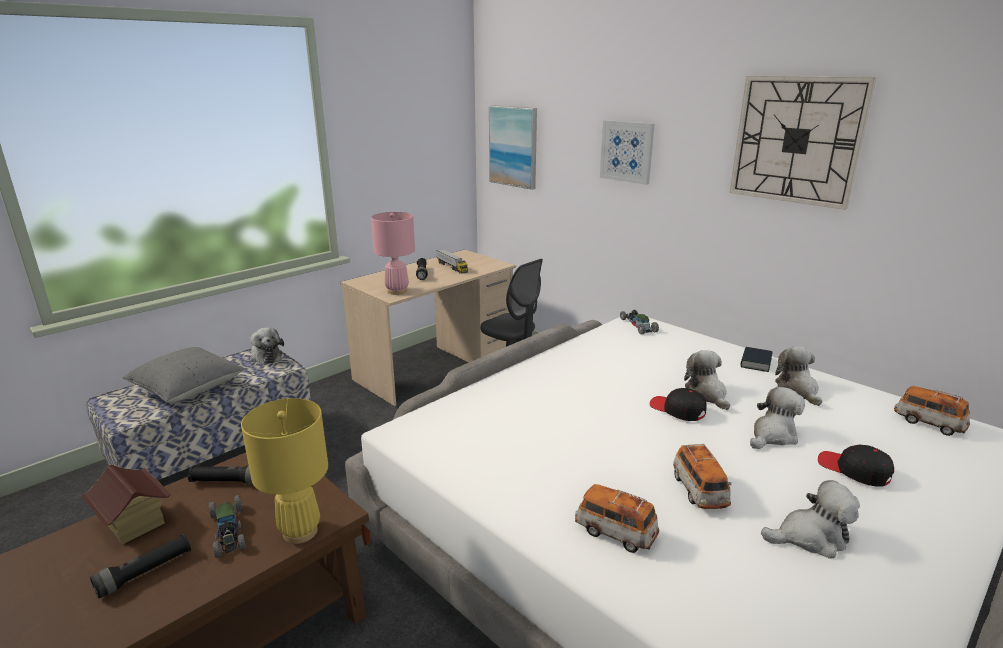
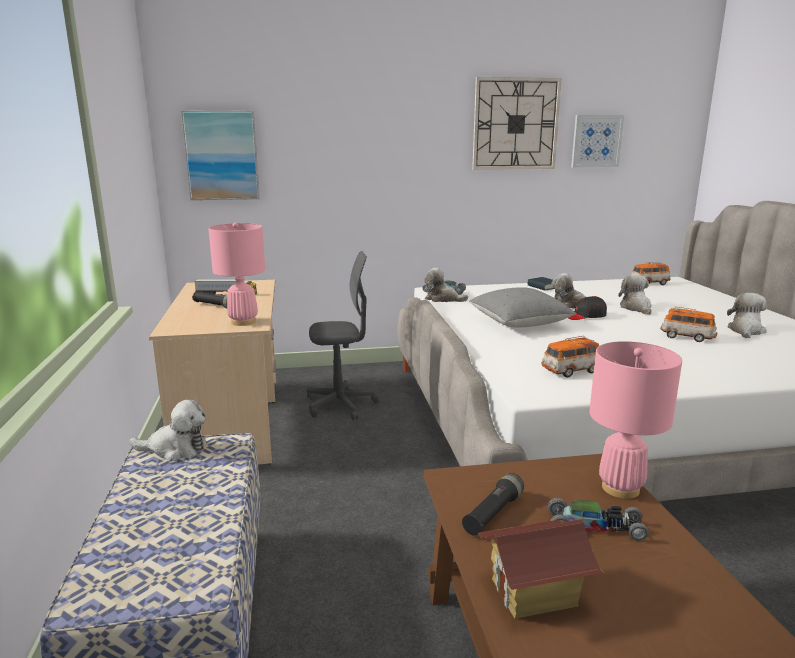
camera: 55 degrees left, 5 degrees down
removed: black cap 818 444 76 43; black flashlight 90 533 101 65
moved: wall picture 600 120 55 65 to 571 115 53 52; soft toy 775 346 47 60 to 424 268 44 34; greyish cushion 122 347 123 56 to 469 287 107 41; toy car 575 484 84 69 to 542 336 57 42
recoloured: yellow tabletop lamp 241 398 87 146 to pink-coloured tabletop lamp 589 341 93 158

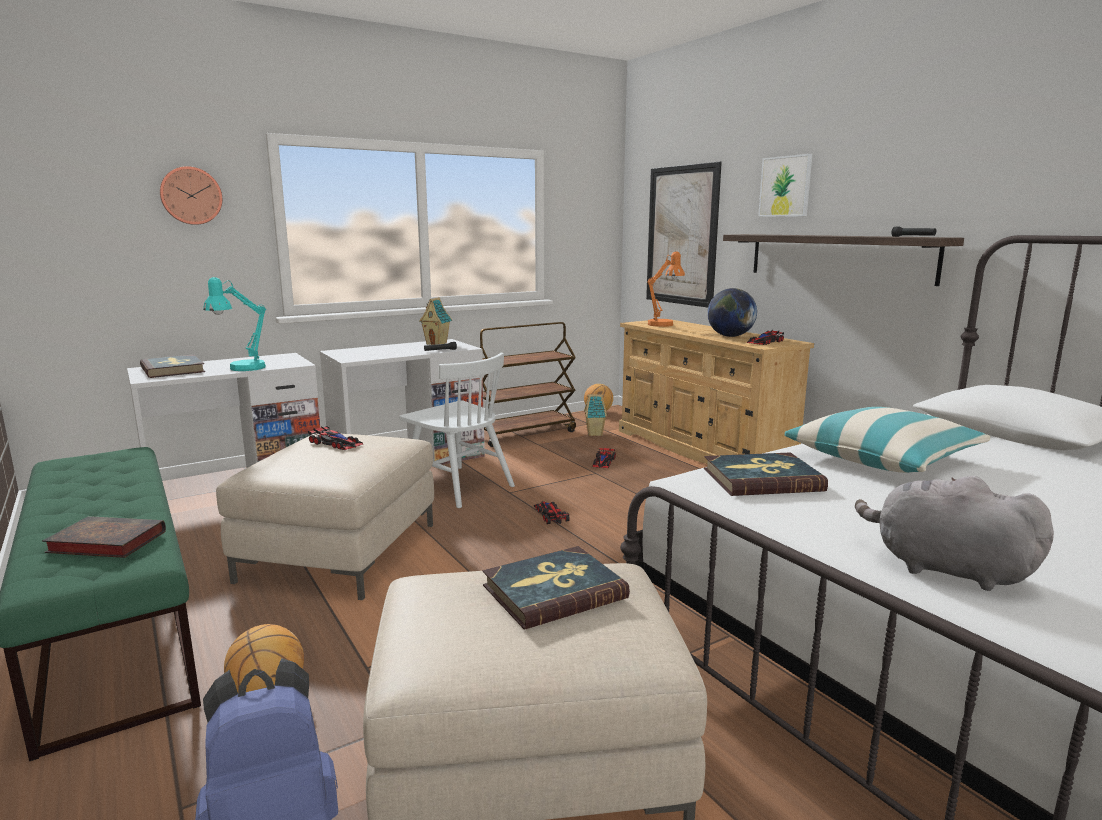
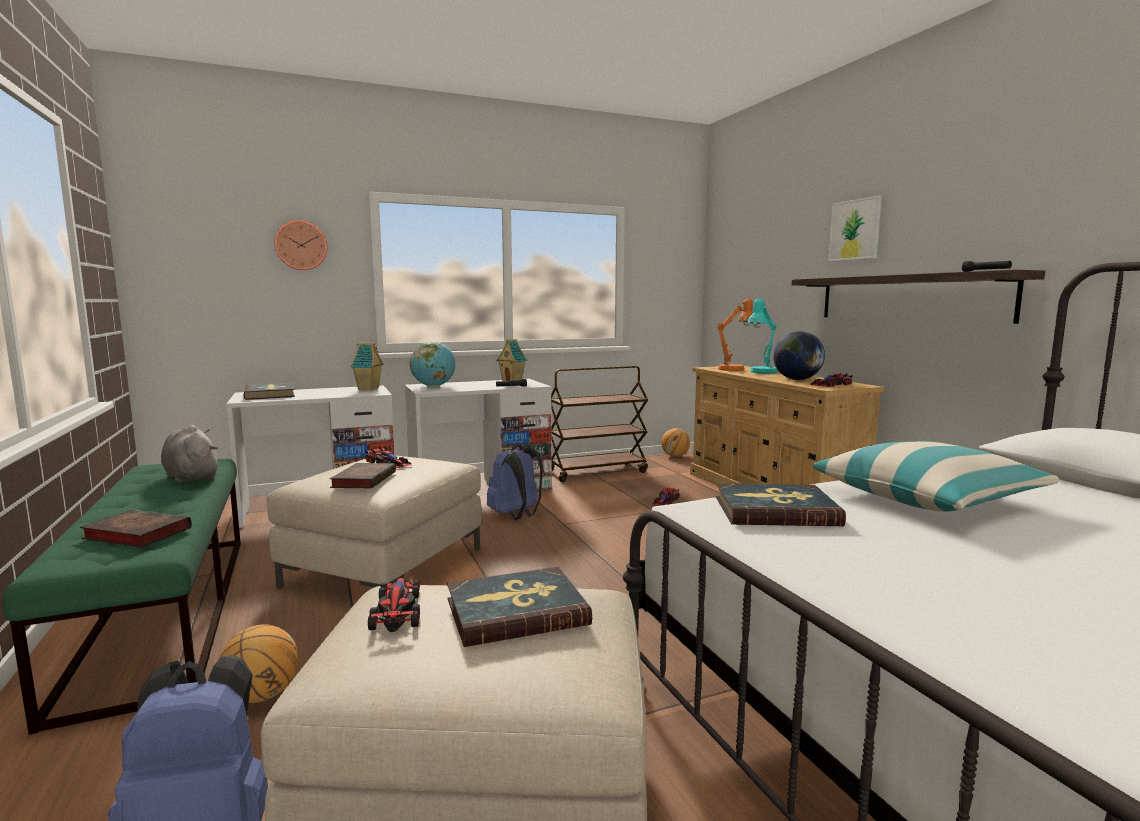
camera: 10 degrees right, 5 degrees down
removed: wall picture 646 161 76 147
added: globe 410 341 46 46; volume 329 463 67 25
moved: blue-green tabletop lamp 203 277 63 94 to 747 298 31 76; miniature house 584 394 23 42 to 351 343 33 47; greyish soft toy 855 476 199 115 to 161 425 57 58; toy car 534 501 36 23 to 368 578 52 54
replaced: white chair 399 353 116 155 to blue knapsack 487 445 56 75

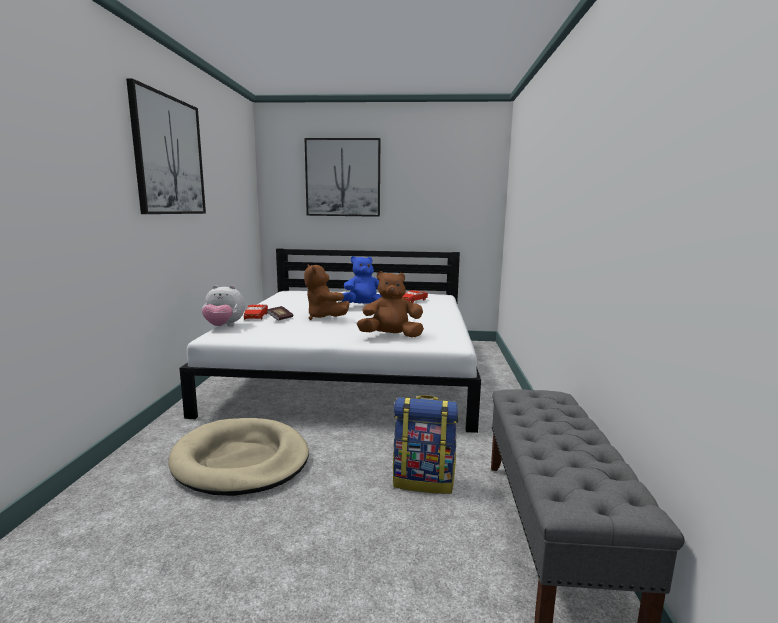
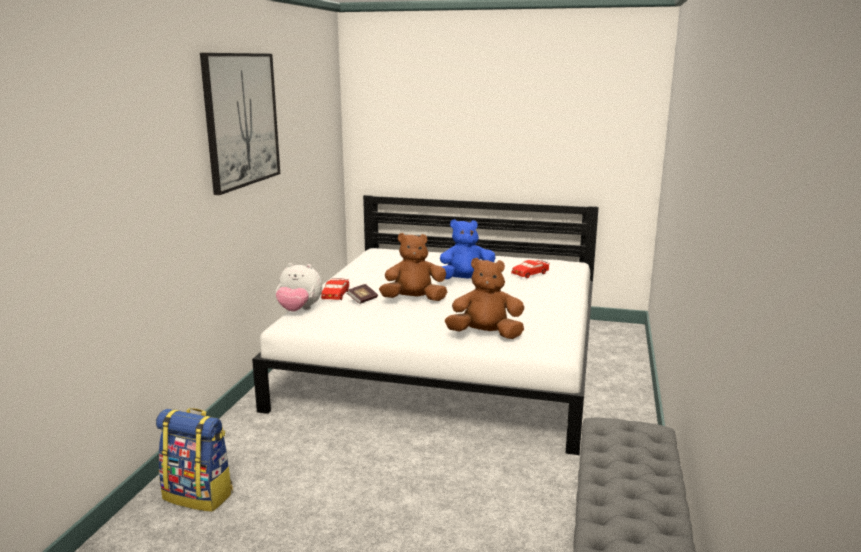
camera: 10 degrees right, 5 degrees up
removed: wall picture 304 138 76 79; beige dog bed 168 418 141 78
moved: knapsack 393 395 66 99 to 156 408 77 104
turned: brown-coloured soft toy 304 264 46 56 = 379 233 68 68 105 degrees clockwise

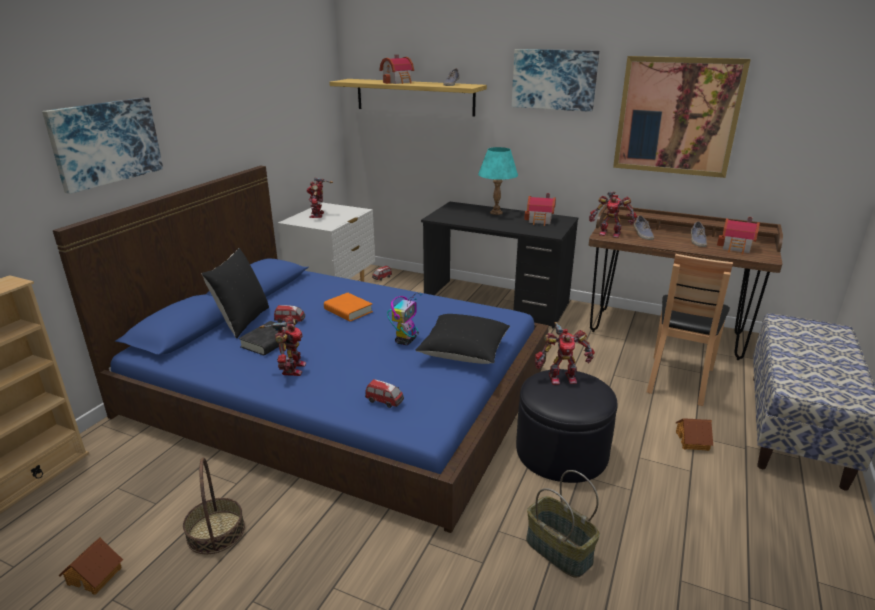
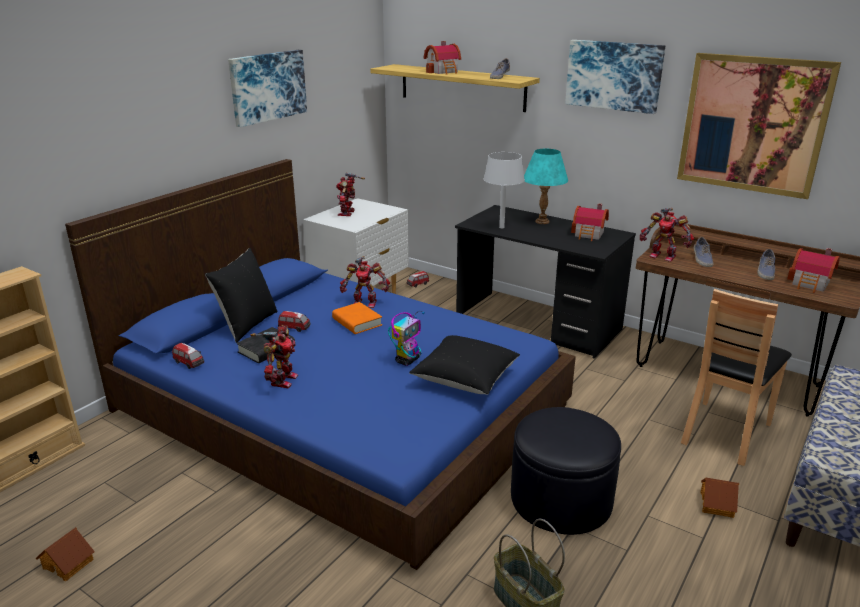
camera: 10 degrees right, 0 degrees up
removed: storage basket 183 457 62 97
added: greyish tabletop lamp 484 152 41 76
moved: wall picture 42 97 121 97 to 228 50 79 77; model robot 535 322 60 63 to 340 256 50 52; toy car 365 379 39 29 to 172 343 32 26

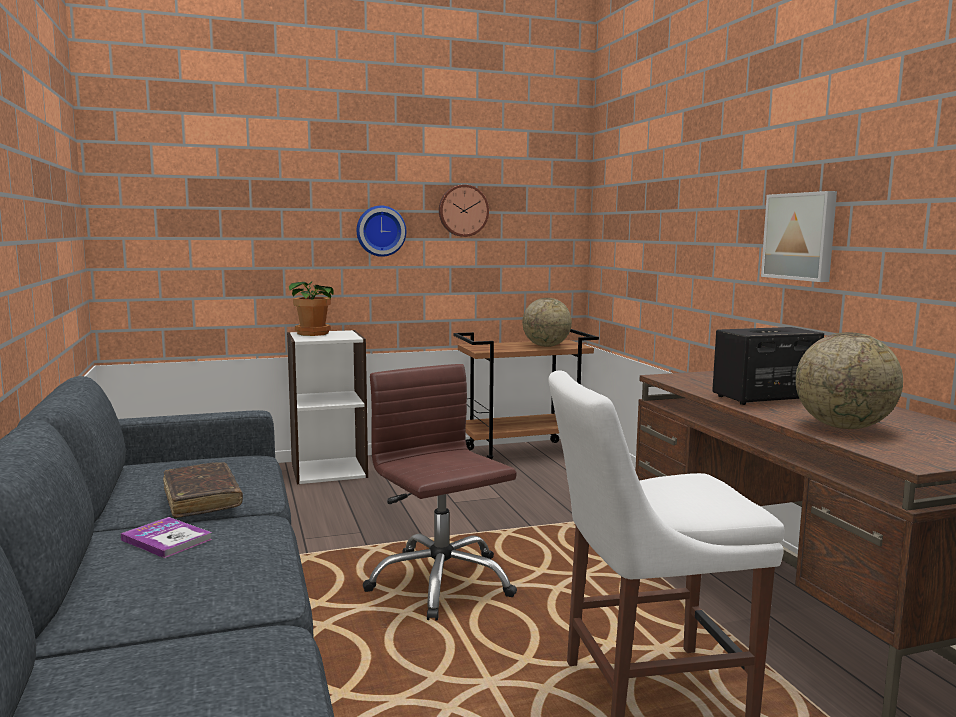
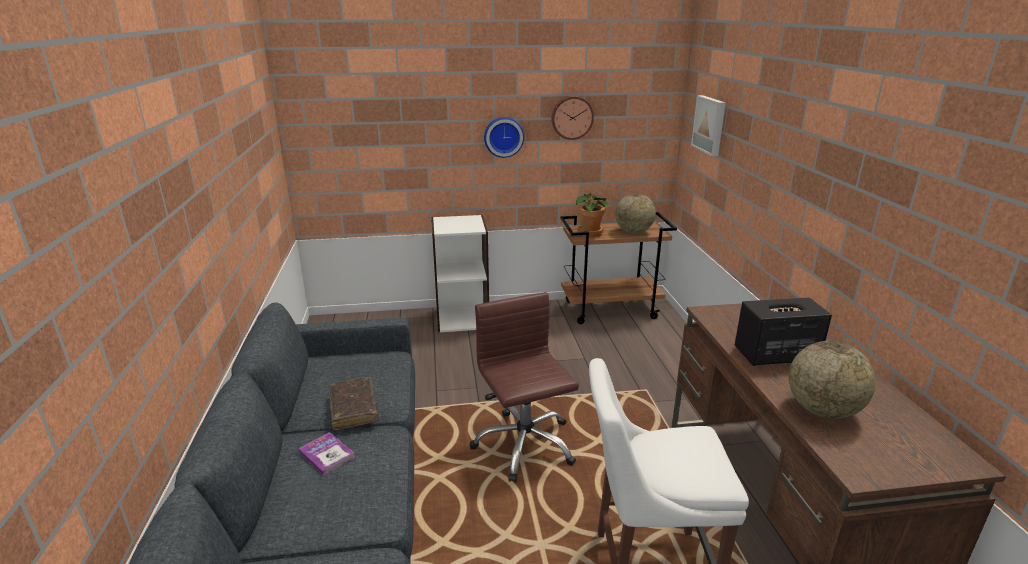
camera: 10 degrees right, 15 degrees up
moved: wall picture 761 191 76 91 to 691 95 35 61; houseplant 289 282 45 54 to 576 193 32 45

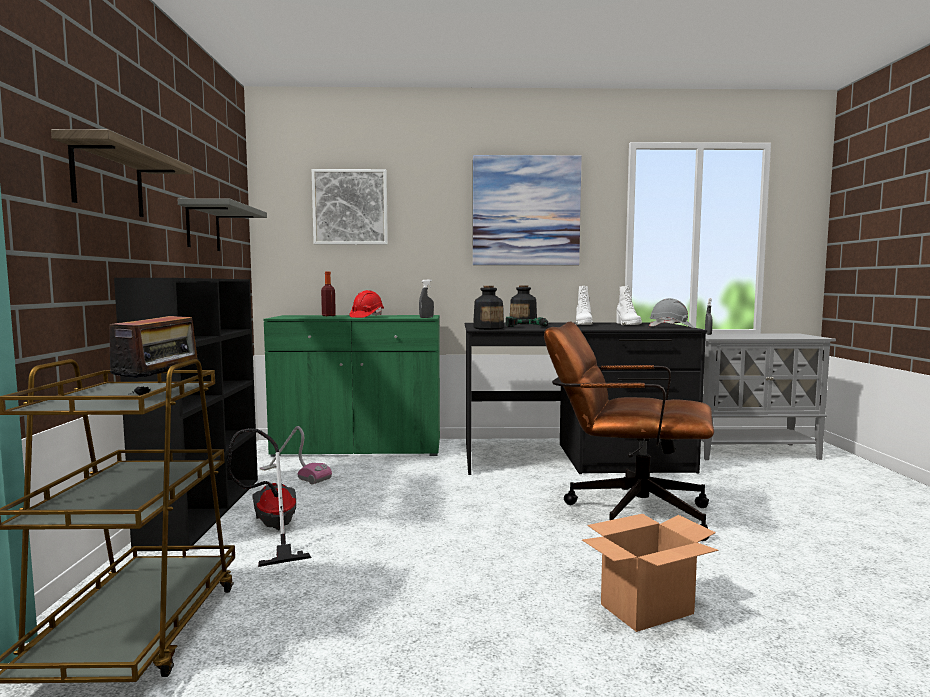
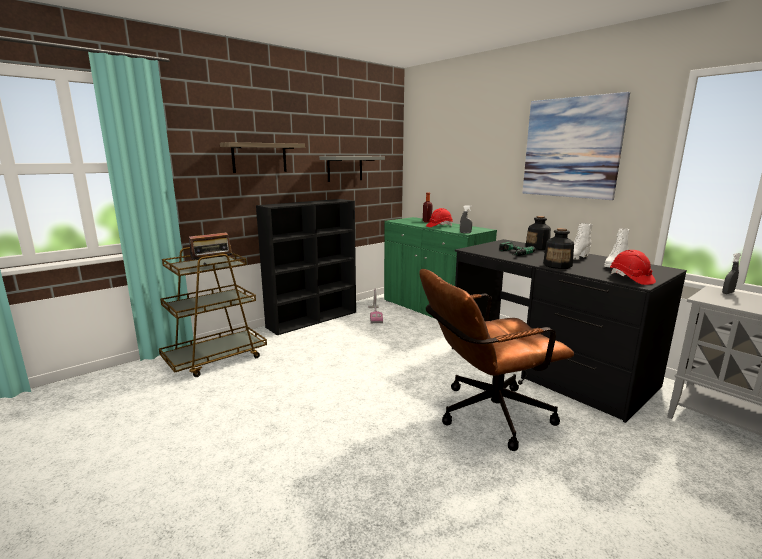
camera: 50 degrees right, 10 degrees up
removed: wall picture 312 169 76 76; vacuum 226 429 85 138; carton 582 514 137 118
moved: drink bottle 473 286 31 43 to 543 228 31 41
recoloured: greyish safety helmet 649 298 45 30 to reddish safety helmet 610 250 46 35
turned: brown-coloured computer chair 544 321 170 220 = 419 269 155 182 90 degrees counterclockwise

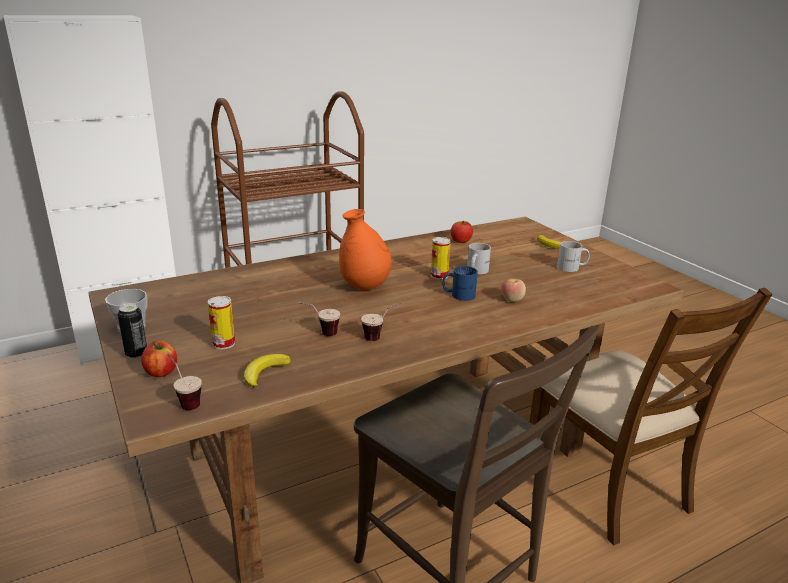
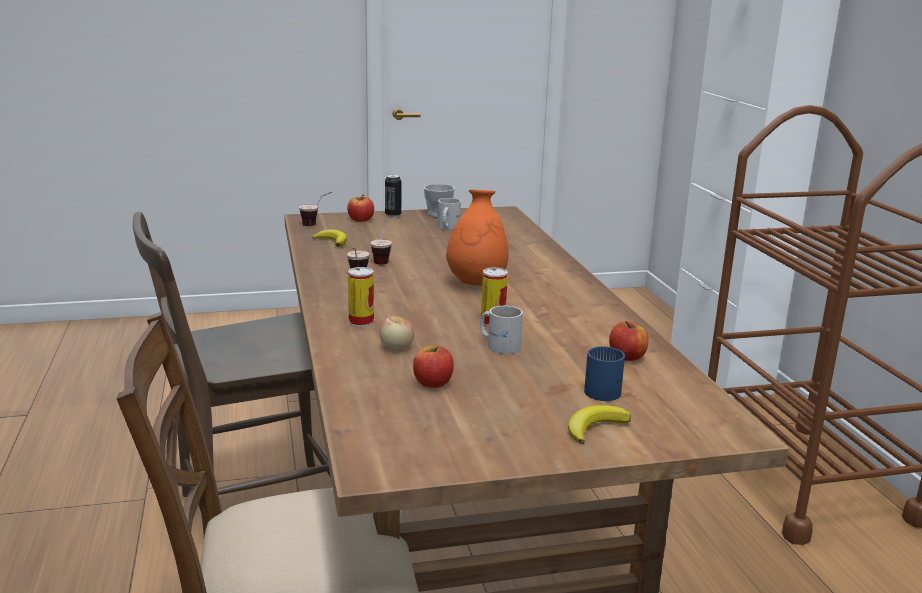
camera: 105 degrees right, 5 degrees down
added: apple 413 345 41 43
moved: white coffee mug 557 241 33 31 to 438 198 23 31; blue coffee mug 442 266 36 35 to 584 346 41 55; can 208 296 27 54 to 348 267 26 60

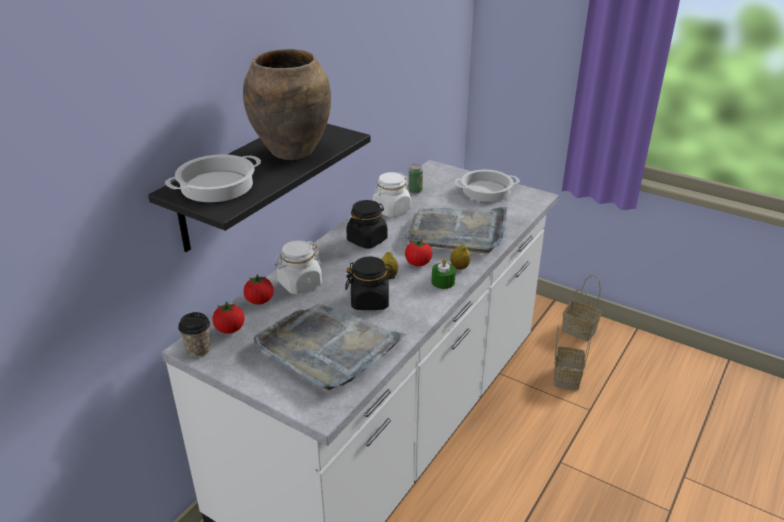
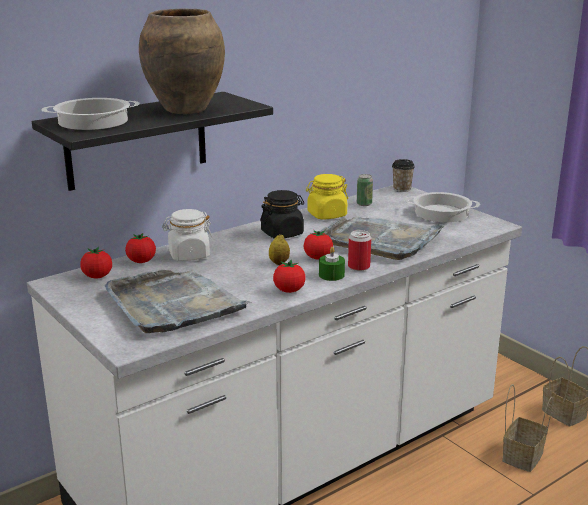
camera: 20 degrees right, 10 degrees down
removed: black preserve jar 345 257 50 53
added: fresh tomato 273 260 33 33
moved: small cup 178 312 33 46 to 392 159 23 33
replaced: whole lemon 450 244 20 26 to can 348 230 23 41
recoloured: white preserve jar 373 172 38 45 to yellow preserve jar 306 174 42 46

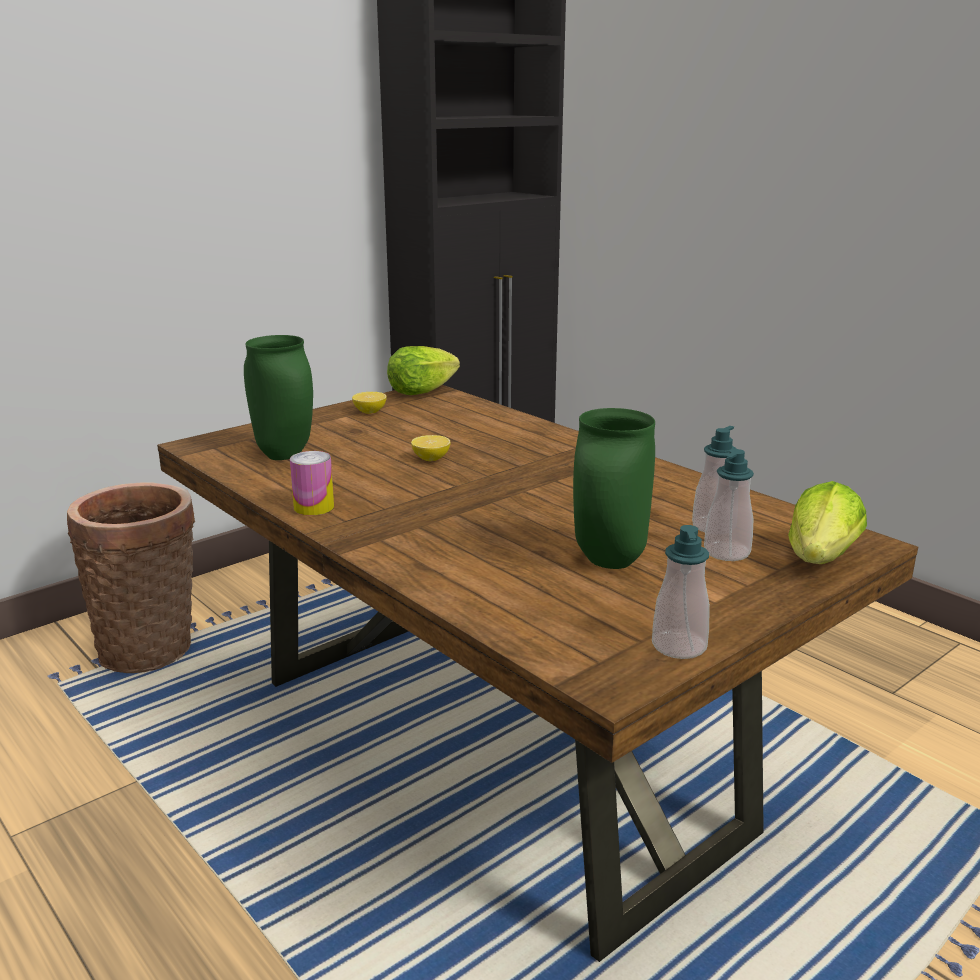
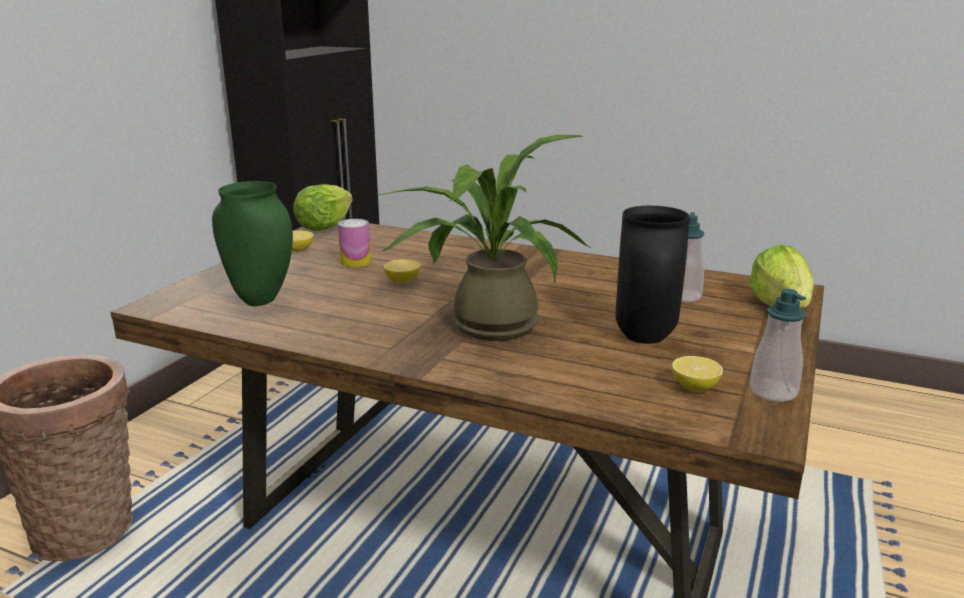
camera: 25 degrees left, 0 degrees up
removed: liquid soap bottle 704 449 50 112
added: houseplant 379 135 212 206; whole lemon 672 356 51 36
moved: can 290 451 44 64 to 338 219 33 48
recoloured: greenish flower vase 573 408 82 161 to black flower vase 616 206 74 138

